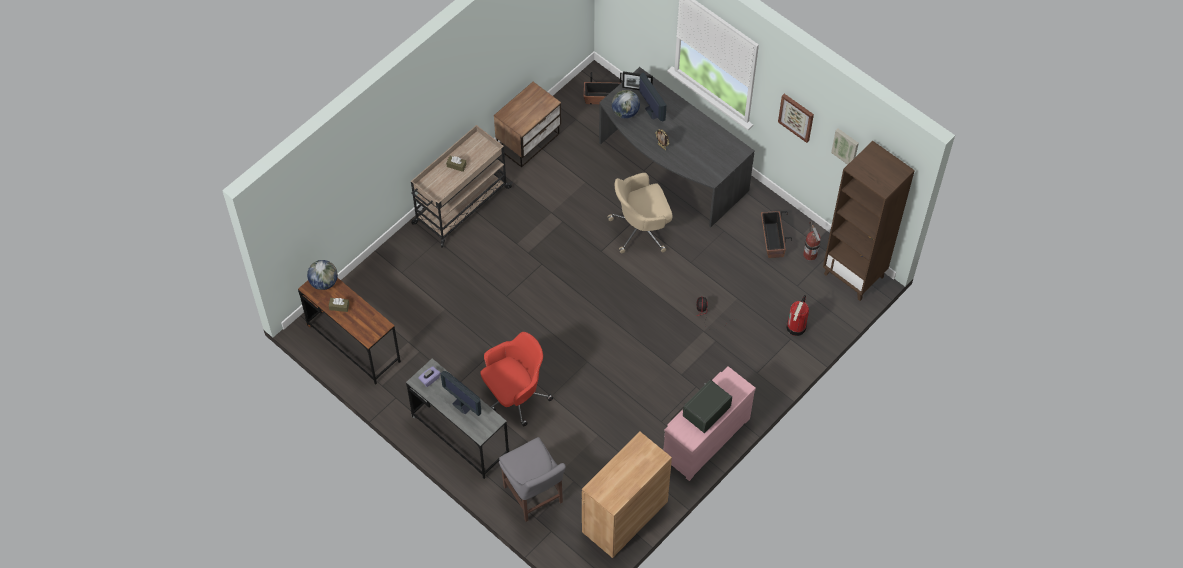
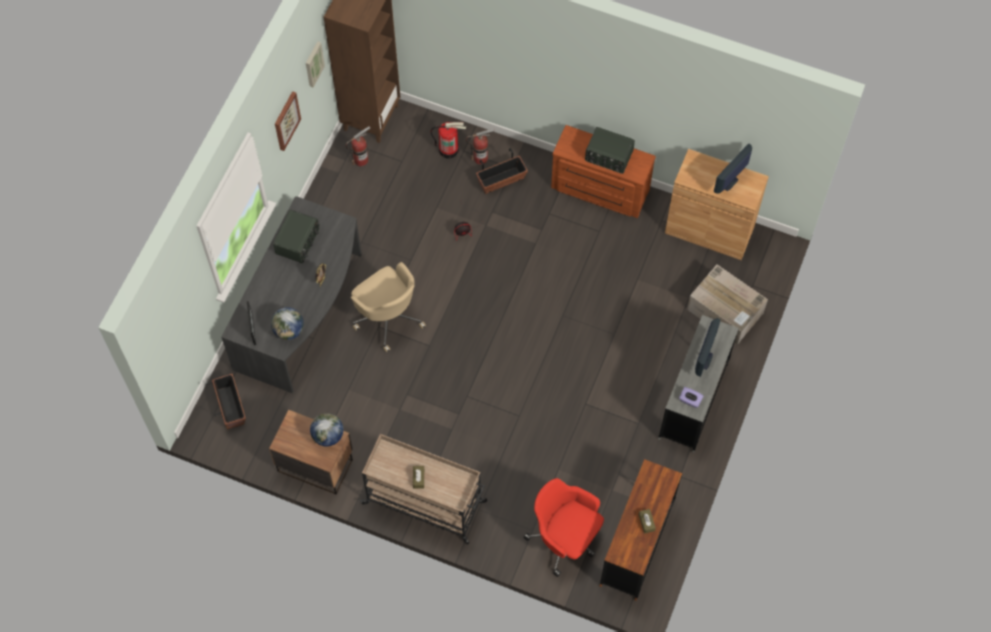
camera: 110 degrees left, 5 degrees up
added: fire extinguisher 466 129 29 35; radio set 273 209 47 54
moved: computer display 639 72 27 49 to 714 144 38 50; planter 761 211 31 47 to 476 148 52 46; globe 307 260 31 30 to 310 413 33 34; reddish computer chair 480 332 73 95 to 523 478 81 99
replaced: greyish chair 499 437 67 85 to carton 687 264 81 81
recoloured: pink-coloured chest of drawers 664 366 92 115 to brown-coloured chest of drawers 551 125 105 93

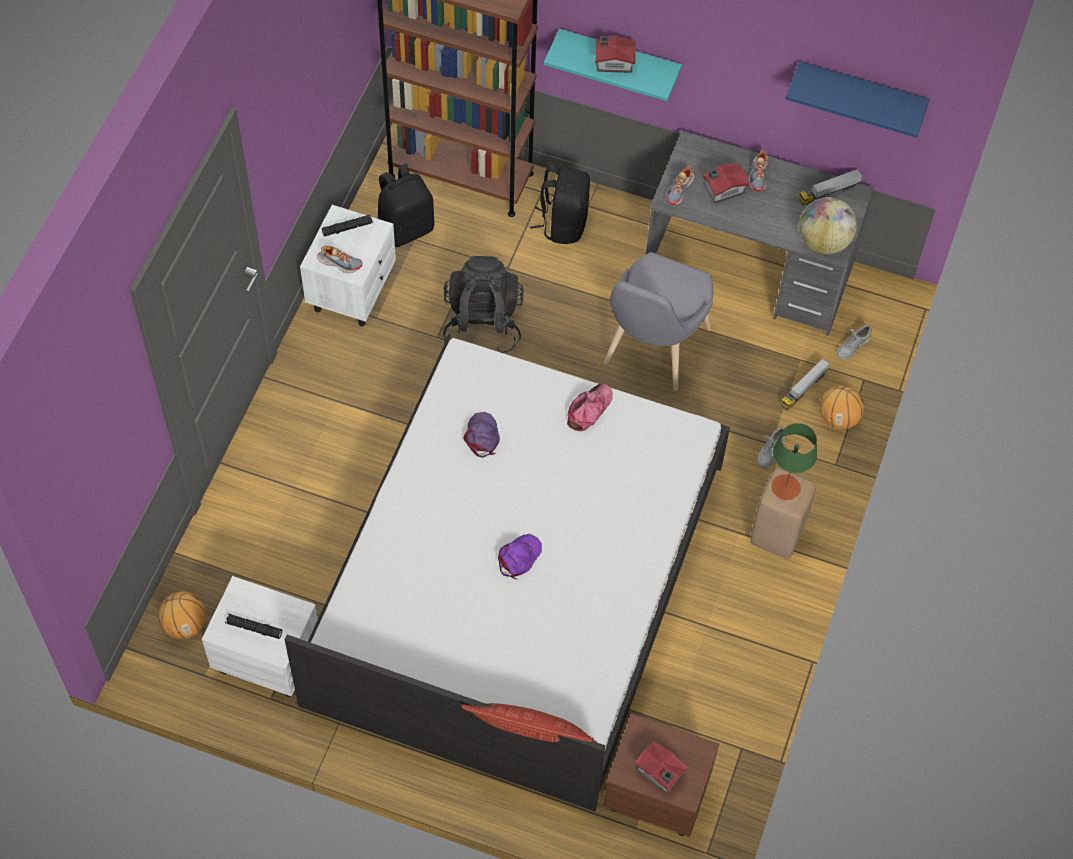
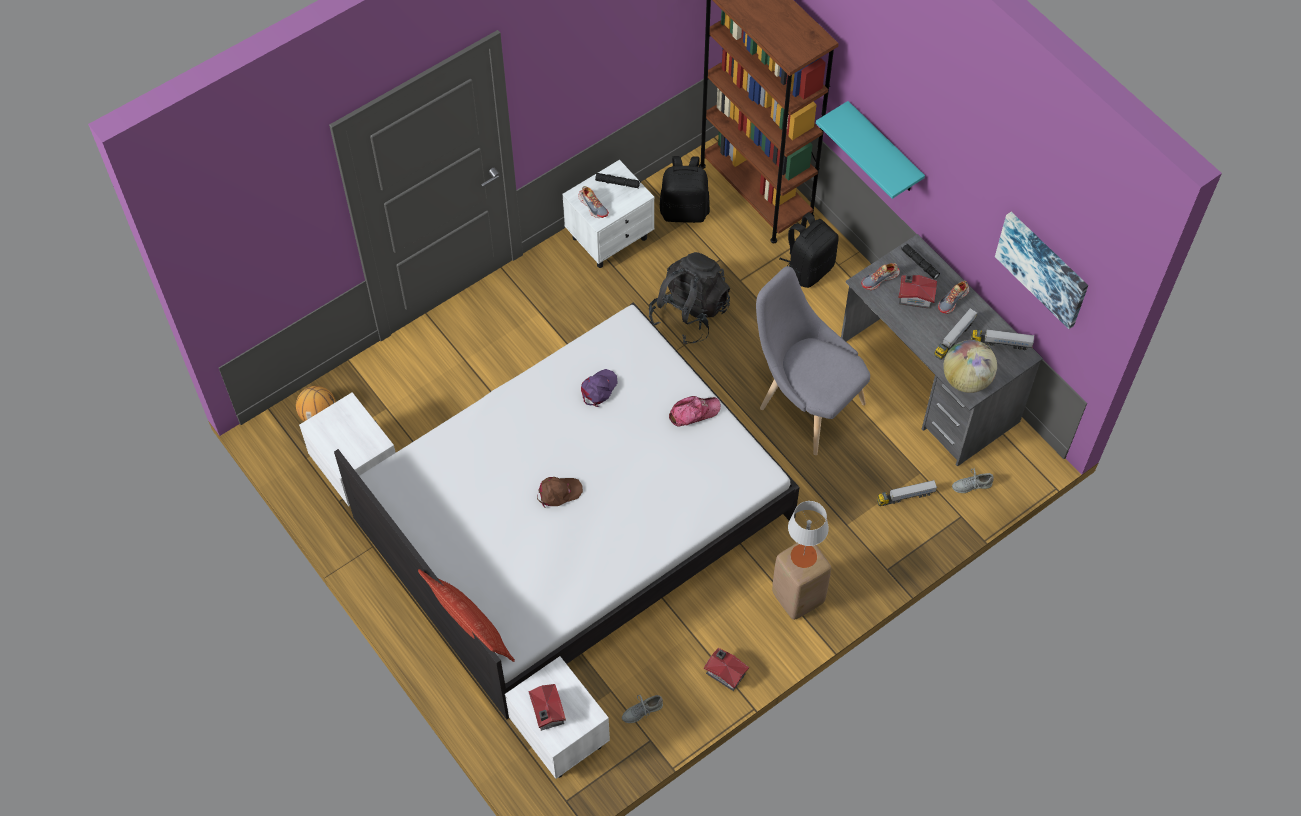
camera: 35 degrees right, 0 degrees up
removed: ball for basketball 820 385 44 44
added: toy truck 934 308 43 52
moved: miniature house 595 36 41 37 to 704 648 45 43; greyish item of footwear 757 427 28 41 to 622 695 41 28; black flashlight 225 614 57 25 to 901 244 39 35
replaced: blue wall shelf 785 61 145 77 to wall picture 995 212 93 117
recoloured: greenish tabletop lamp 771 423 46 77 to greyish tabletop lamp 788 501 41 67; purple-coloured cap 498 534 44 45 to brown-coloured cap 537 477 46 31; brown-coloured nightstand 603 713 116 124 to white nightstand 505 656 105 123
turned: greyish chair 604 252 109 139 = 756 266 114 189 75 degrees clockwise

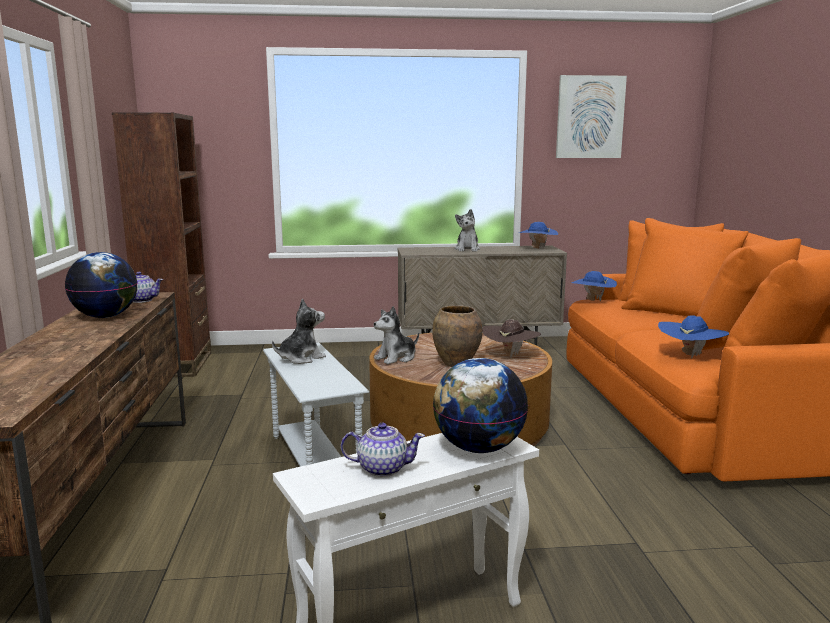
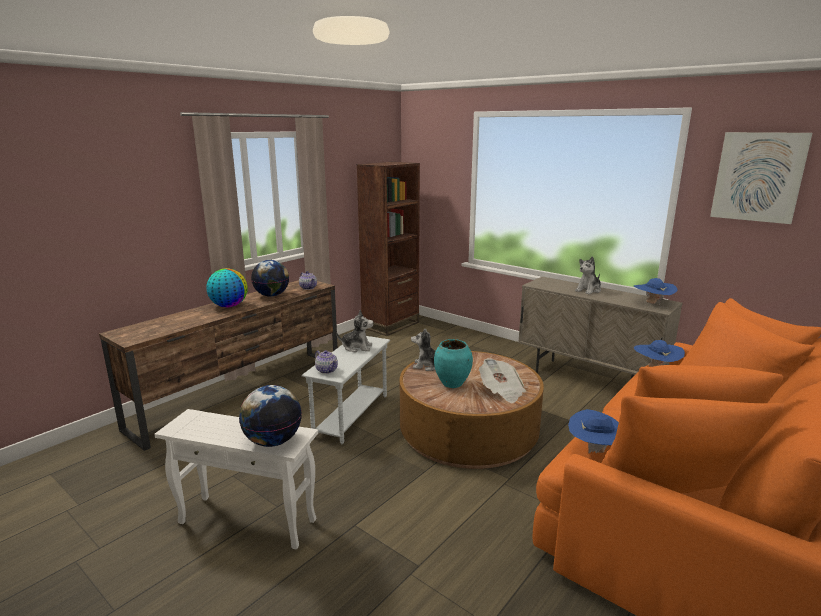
camera: 45 degrees right, 5 degrees up
added: globe 207 268 41 40
moved: pot for tea 341 423 84 54 to 315 350 23 24
replaced: brown-coloured wearable hat 483 319 58 39 to daily paper 479 358 47 45
recoloured: brown-coloured flower vase 432 305 51 62 to blue-green flower vase 434 339 39 49

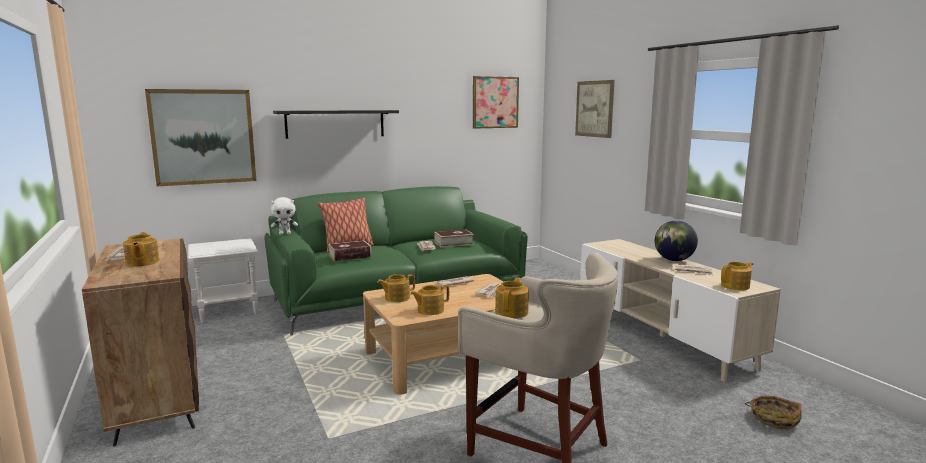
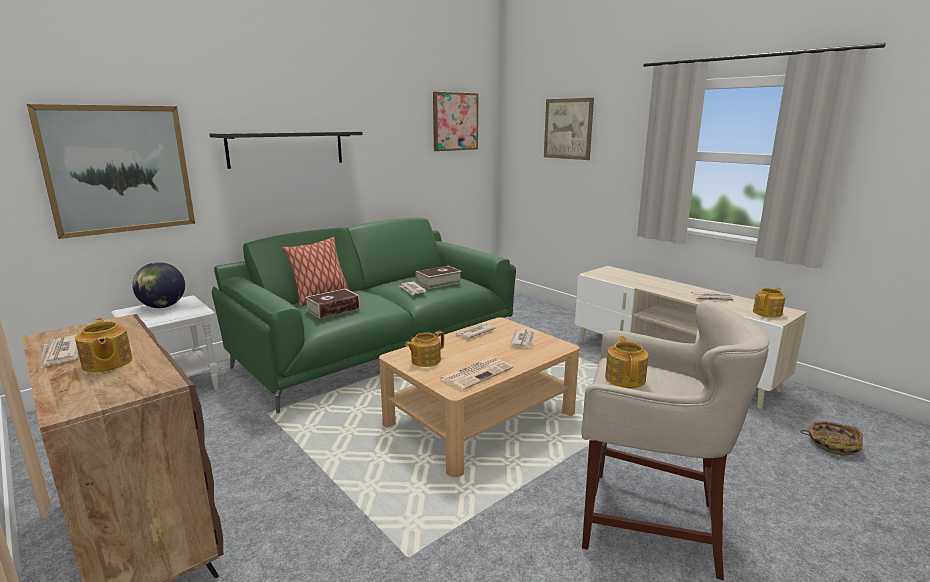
camera: 15 degrees left, 5 degrees up
removed: white soft toy 271 197 27 38
moved: globe 655 221 43 40 to 132 262 53 46
replaced: pot for tea 410 285 39 30 to daily paper 439 357 74 34

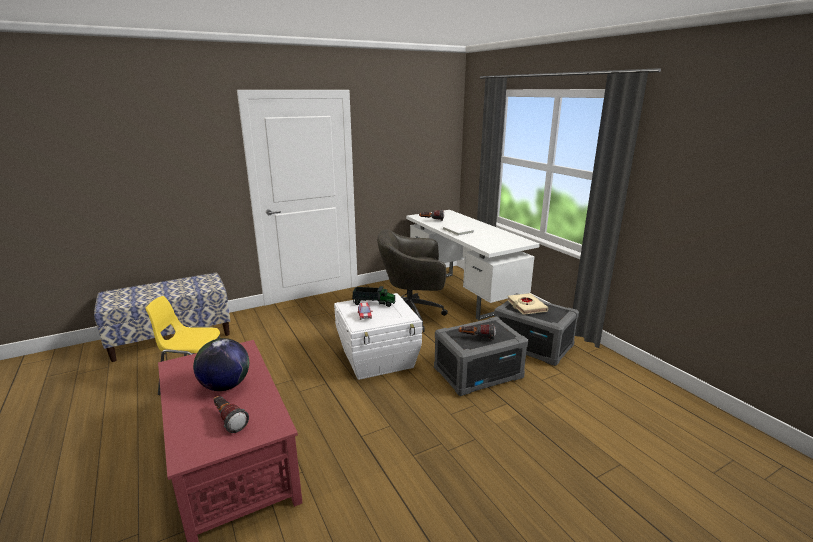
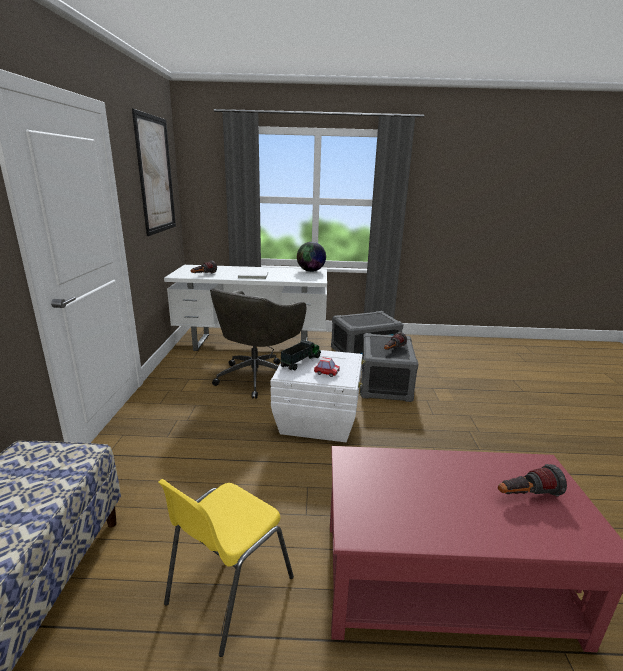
camera: 60 degrees left, 0 degrees up
removed: beige volume 507 293 41 22
added: wall picture 132 109 44 127
moved: globe 193 338 56 53 to 297 242 29 30

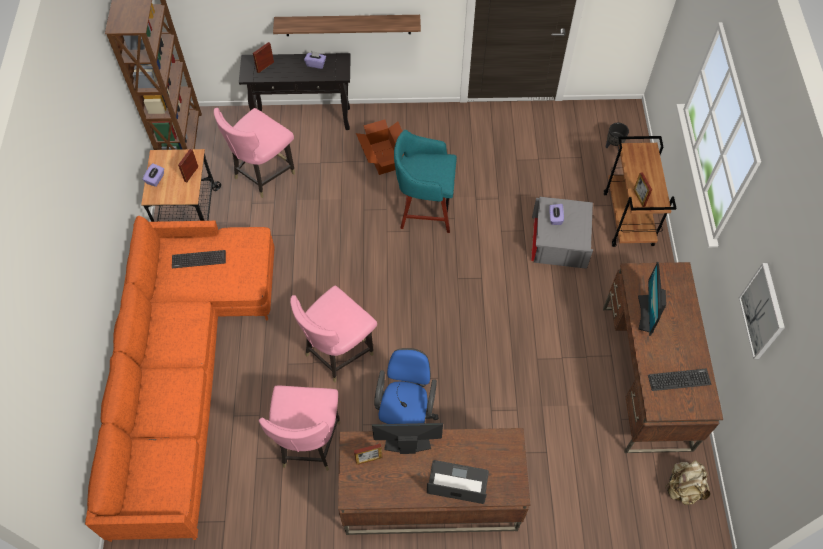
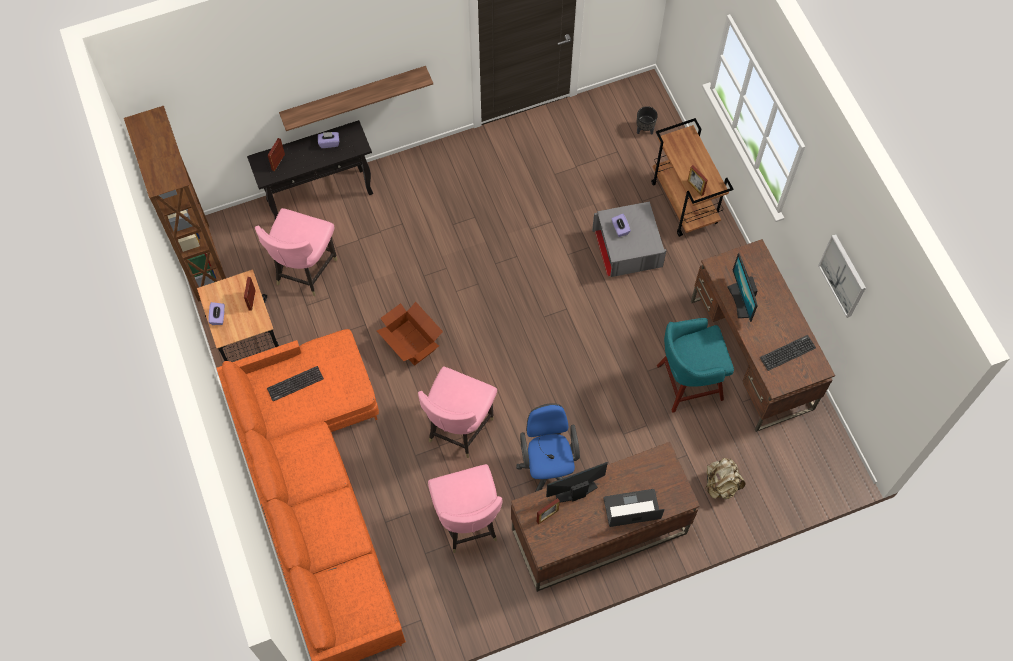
camera: 20 degrees left, 5 degrees up
moved: carton 356 119 48 56 to 377 302 66 64; blue-green stool 394 130 63 103 to 657 318 77 95; beige knapsack 665 460 45 45 to 705 458 41 41

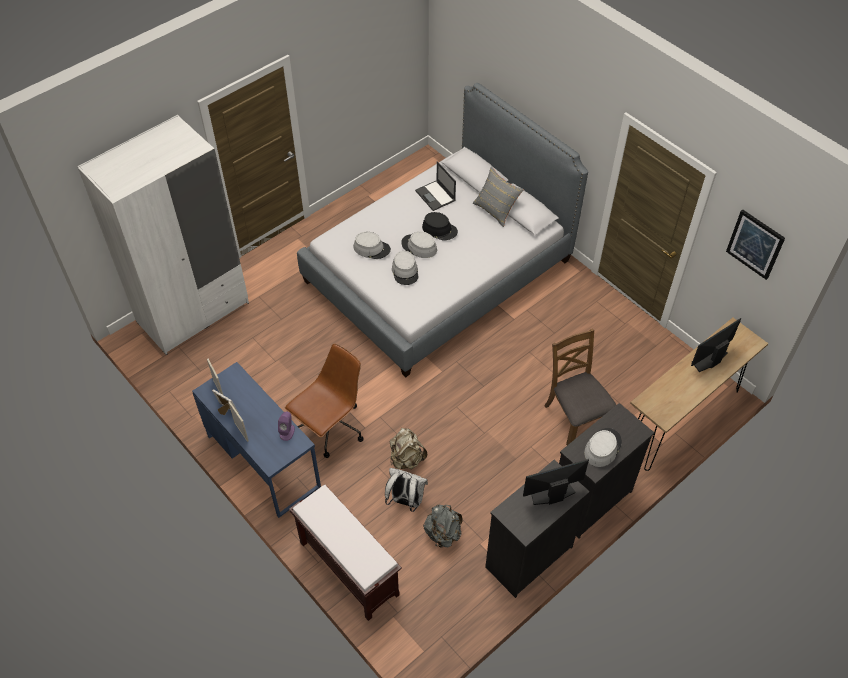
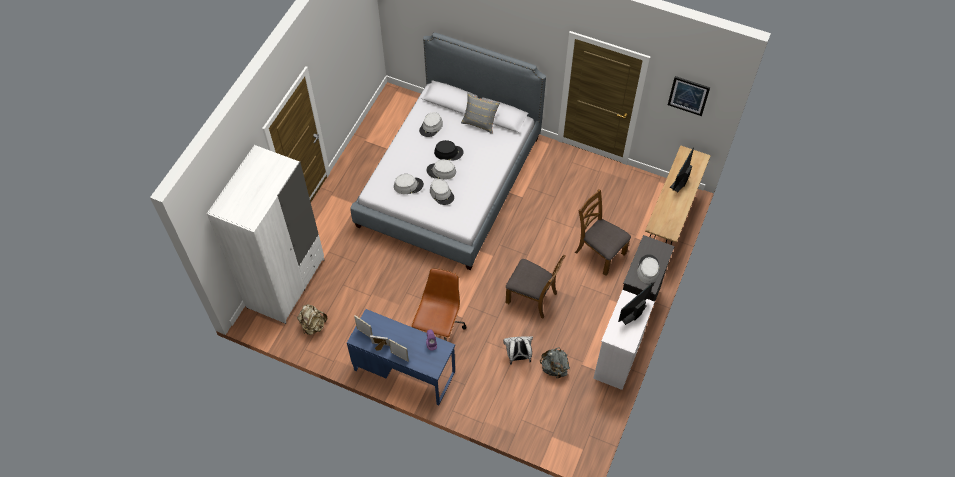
camera: 25 degrees left, 5 degrees up
removed: brown-coloured bench 289 484 113 137
added: brown-coloured chair 506 254 59 64
moved: beige knapsack 390 428 37 41 to 297 304 30 31
replaced: portable computer 415 161 41 50 to greyish wearable hat 419 112 24 25
recoloured: black chest of drawers 485 459 105 139 to white chest of drawers 593 290 62 100

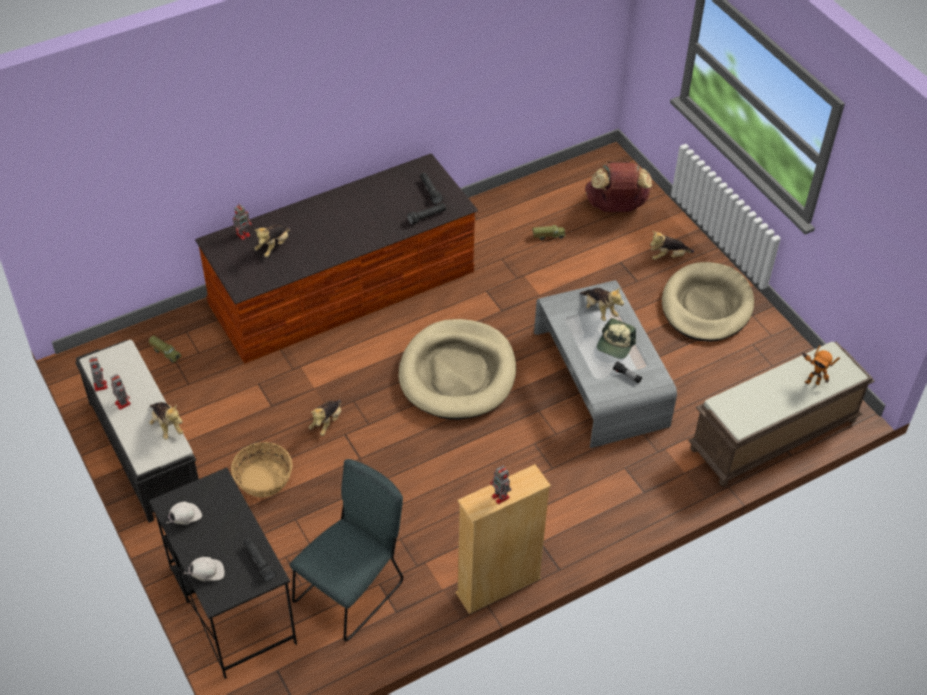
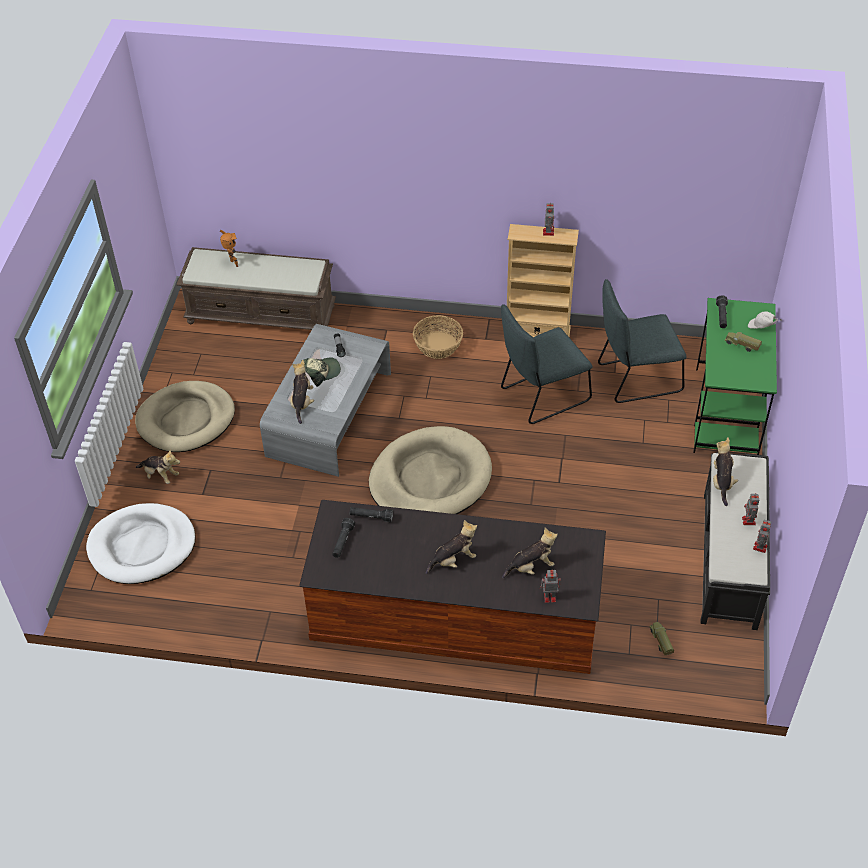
camera: 140 degrees left, 0 degrees up
removed: white cap 166 501 36 24
added: greyish chair 501 304 91 120
moved: toy truck 532 225 34 15 to 725 332 37 20; soft toy 309 400 32 36 to 426 520 51 54; storage basket 231 442 61 56 to 413 315 50 44
replaced: brown-coloured knapsack 585 161 67 51 to white dog bed 86 503 110 81
recoloured: black desk 149 467 148 212 to greenish desk 693 298 84 157

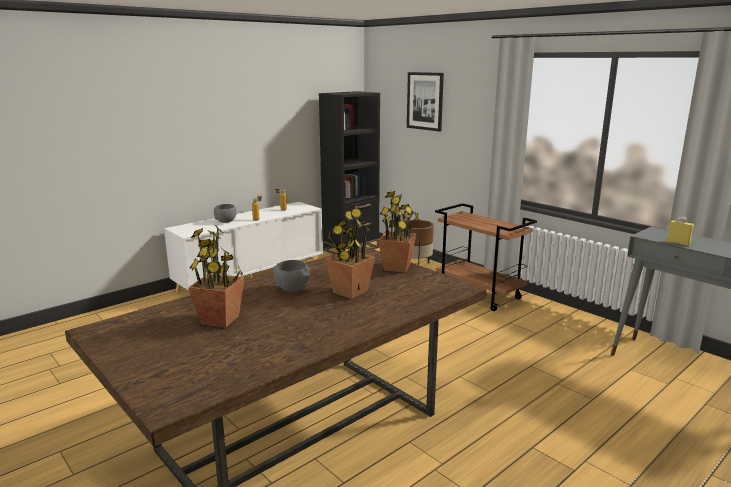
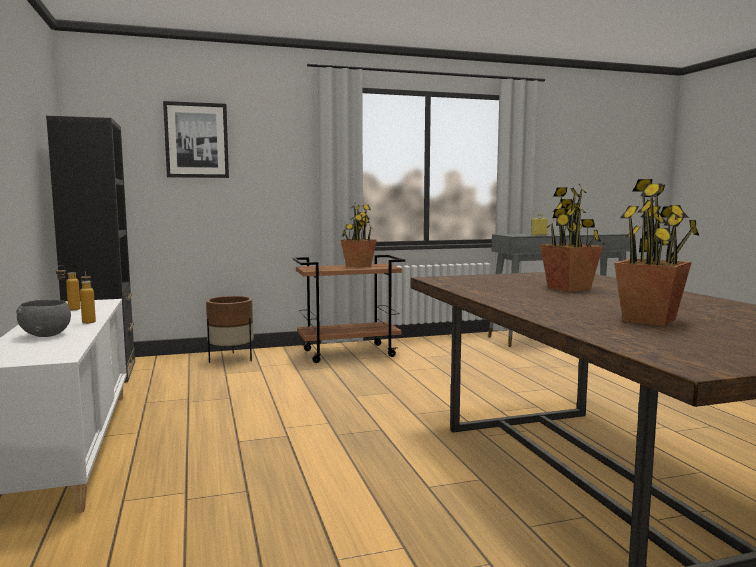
camera: 65 degrees left, 10 degrees down
removed: greyish deep dish 273 260 37 32
moved: houseplant 378 191 42 82 to 340 204 37 64

